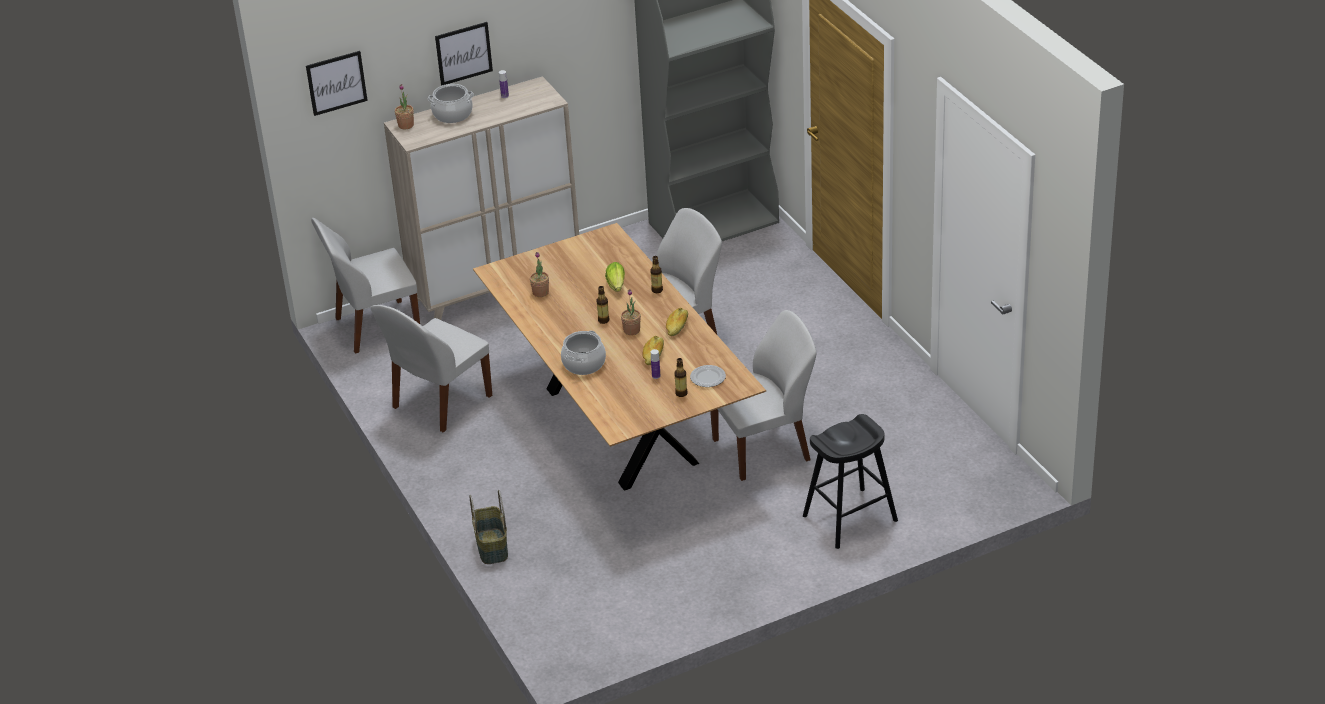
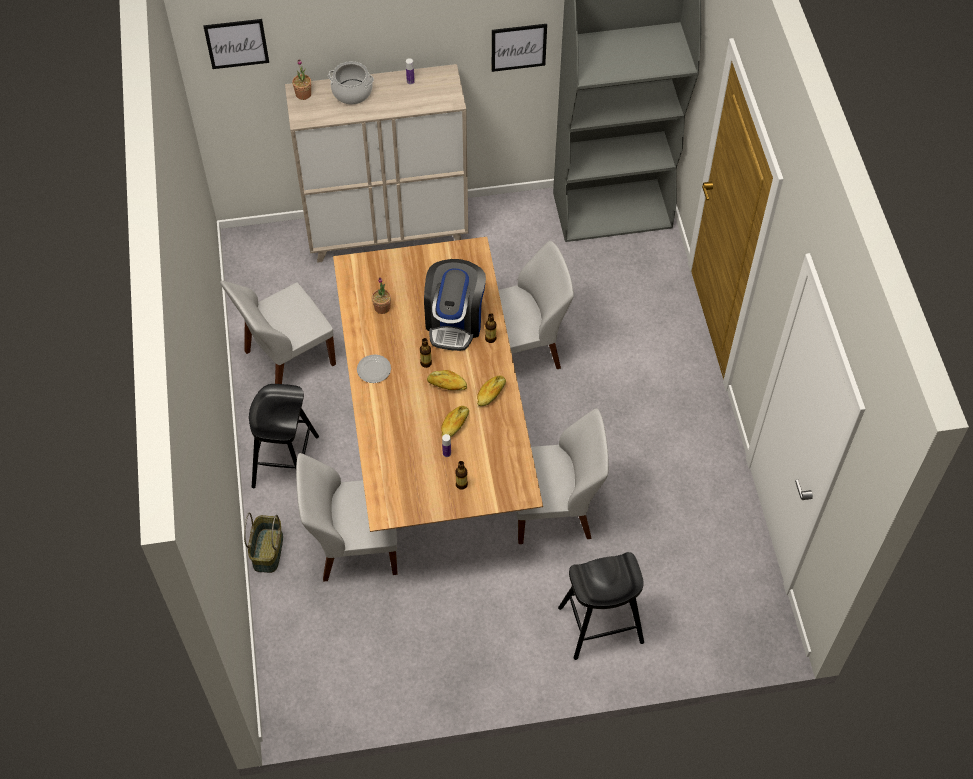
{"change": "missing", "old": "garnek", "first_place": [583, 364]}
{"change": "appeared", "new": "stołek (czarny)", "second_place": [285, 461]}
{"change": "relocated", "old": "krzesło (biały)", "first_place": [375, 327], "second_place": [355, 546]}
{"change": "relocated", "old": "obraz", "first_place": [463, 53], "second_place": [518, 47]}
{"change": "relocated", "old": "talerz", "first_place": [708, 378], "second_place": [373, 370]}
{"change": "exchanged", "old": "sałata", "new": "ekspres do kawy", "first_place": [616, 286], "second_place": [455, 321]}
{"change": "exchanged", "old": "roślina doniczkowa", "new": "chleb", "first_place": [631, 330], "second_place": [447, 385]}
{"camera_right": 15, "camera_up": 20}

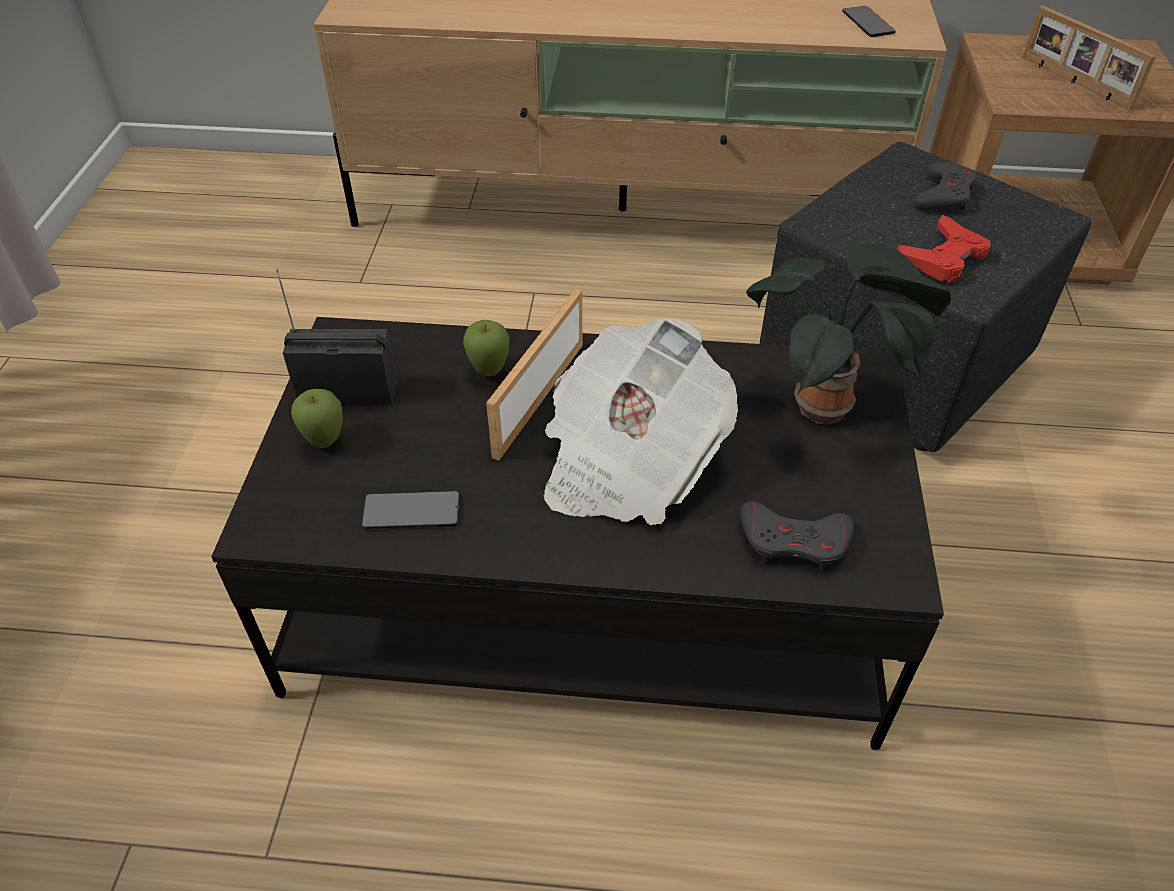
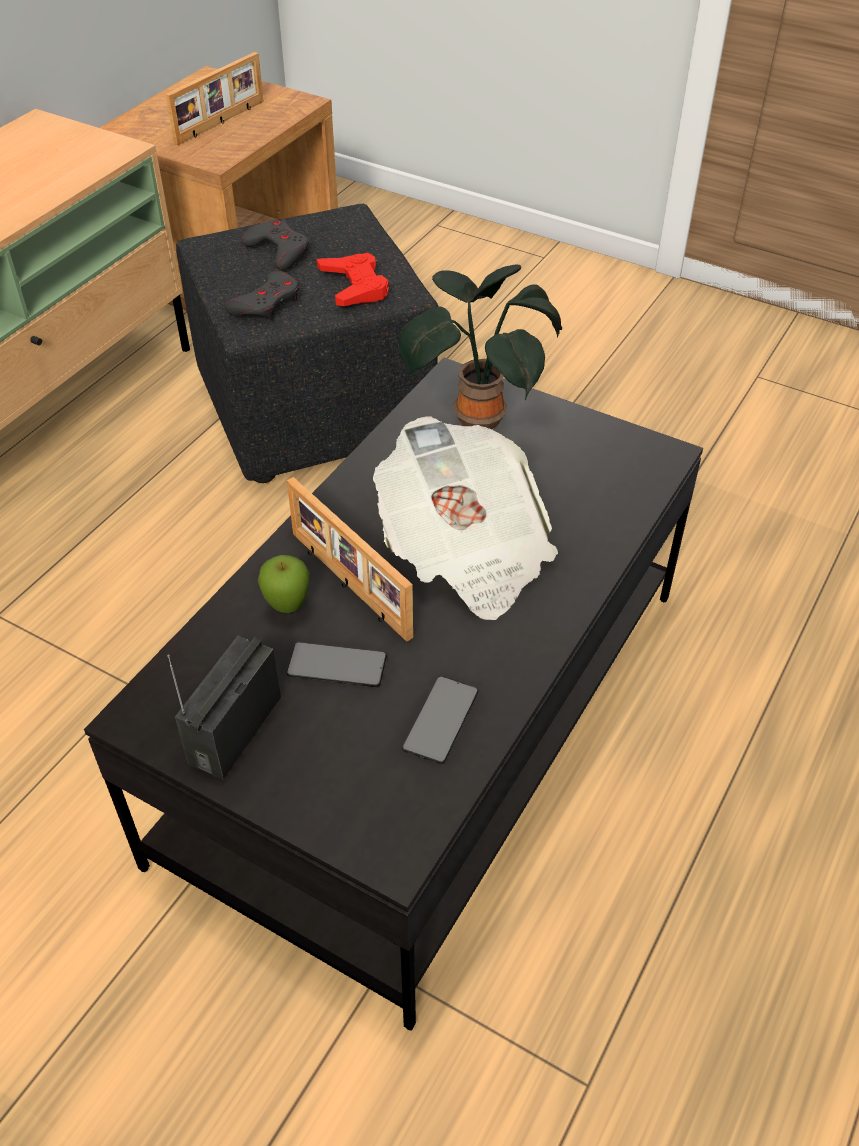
{"change": "missing", "old": "jabłko", "first_place": [325, 442]}
{"change": "relocated", "old": "pad do gier (szary)", "first_place": [794, 541], "second_place": [266, 303]}
{"change": "relocated", "old": "telefon", "first_place": [867, 23], "second_place": [337, 666]}
{"change": "spun", "old": "ramka na zdjęcie", "first_place": [1074, 82], "second_place": [221, 122], "degrees": -45}
{"camera_right": -65, "camera_up": 0}

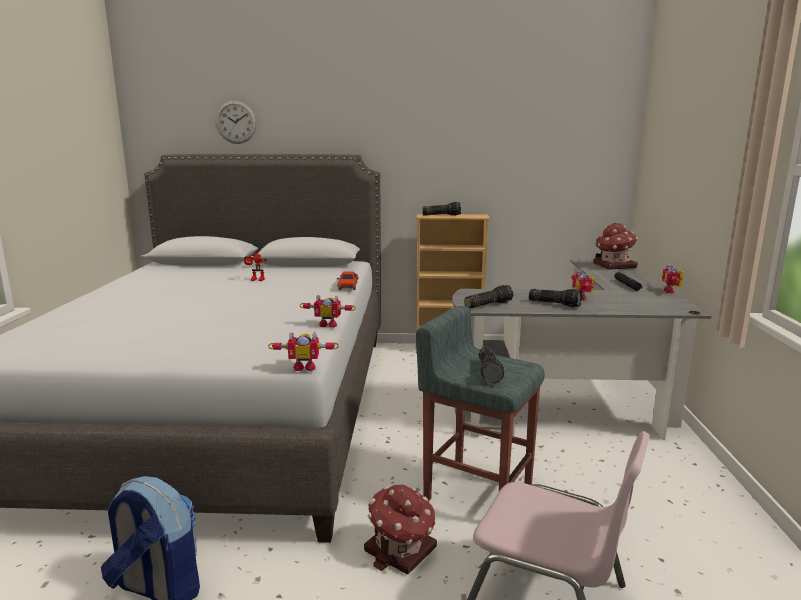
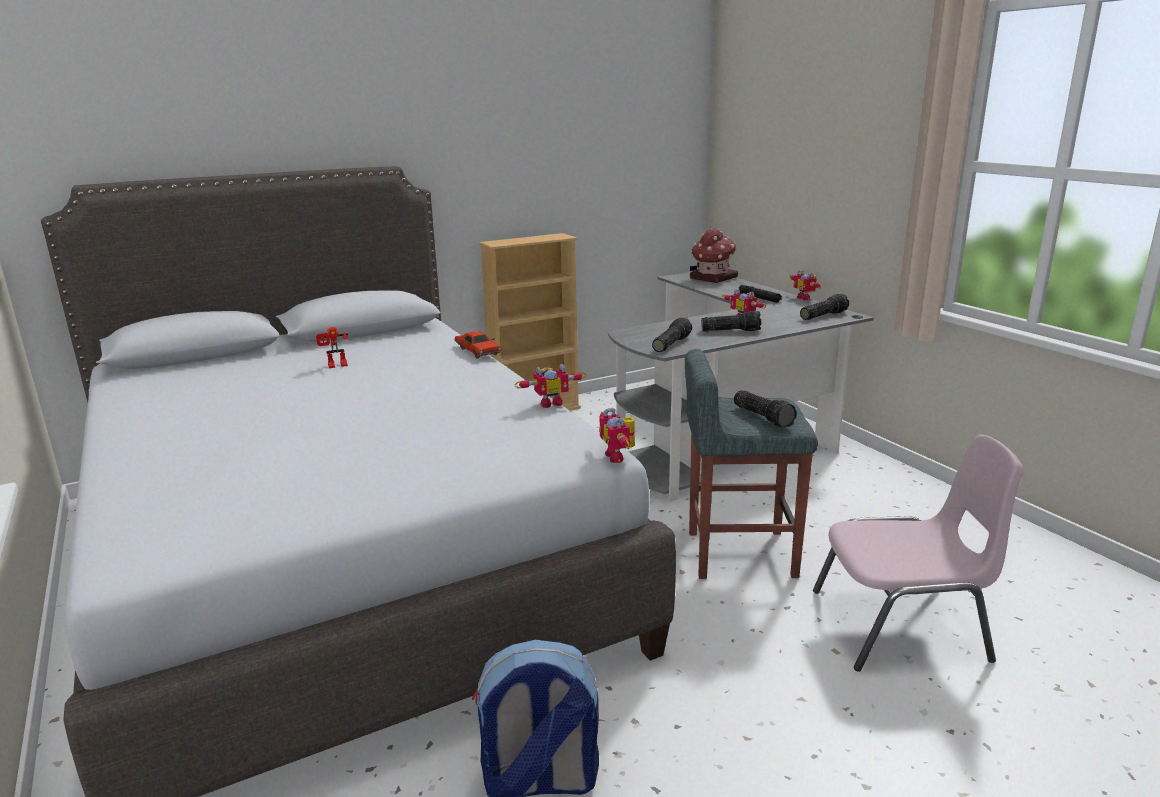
{"change": "missing", "old": "zegar ścienny", "first_place": [236, 122]}
{"change": "missing", "old": "domek", "first_place": [401, 550]}
{"change": "relocated", "old": "latarka", "first_place": [441, 215], "second_place": [822, 315]}
{"change": "spun", "old": "robot zabawkowy", "first_place": [305, 367], "second_place": [619, 456], "degrees": 105}
{"camera_right": -30, "camera_up": 5}

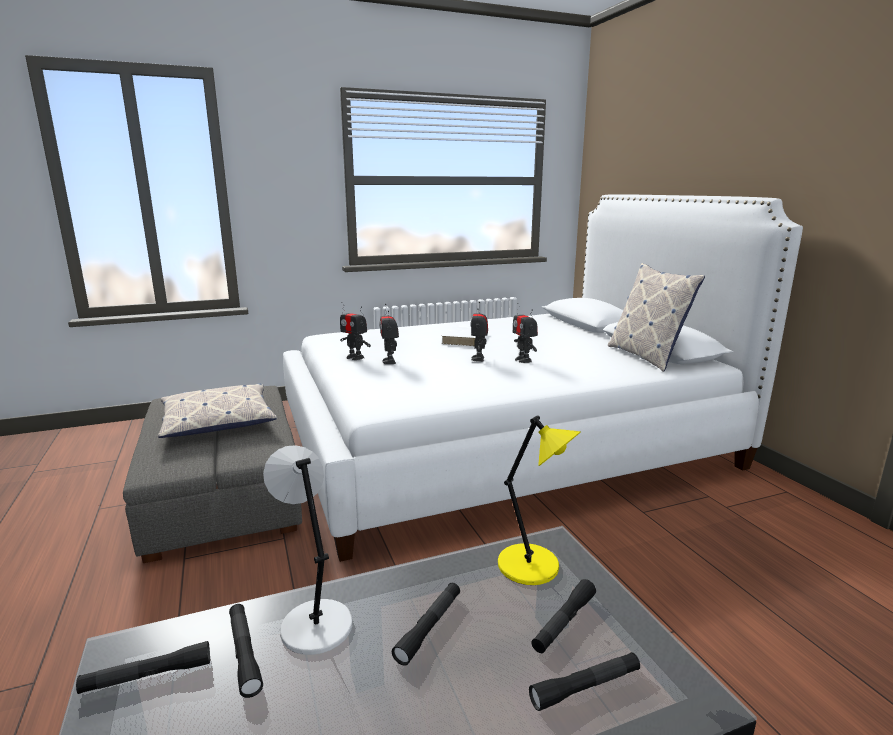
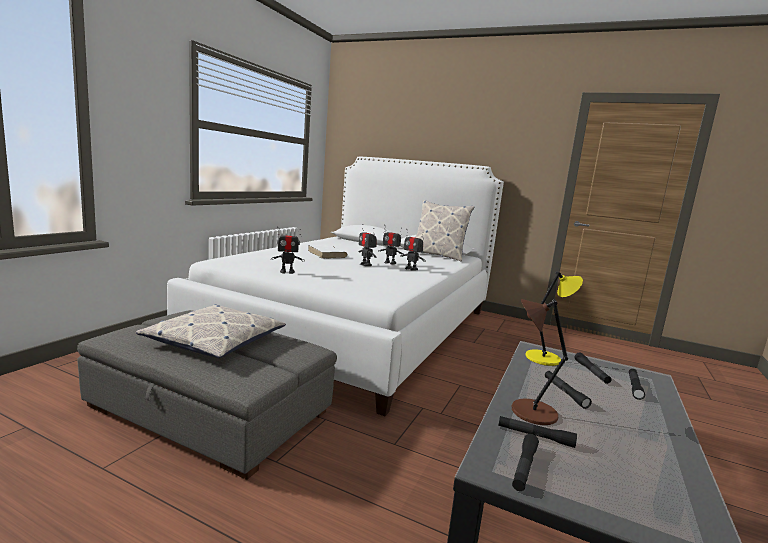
{"change": "relocated", "old": "robot zabawkowy", "first_place": [389, 361], "second_place": [411, 269]}
{"change": "colour", "old": "lampa stołowa (szary)", "new": "lampa stołowa (brązowy)", "first_place": [314, 624], "second_place": [531, 412]}
{"camera_right": -45, "camera_up": -5}

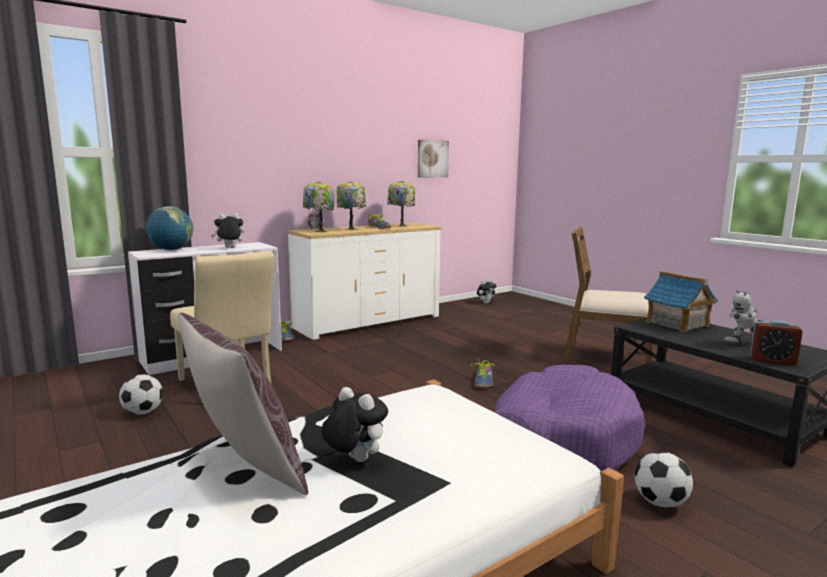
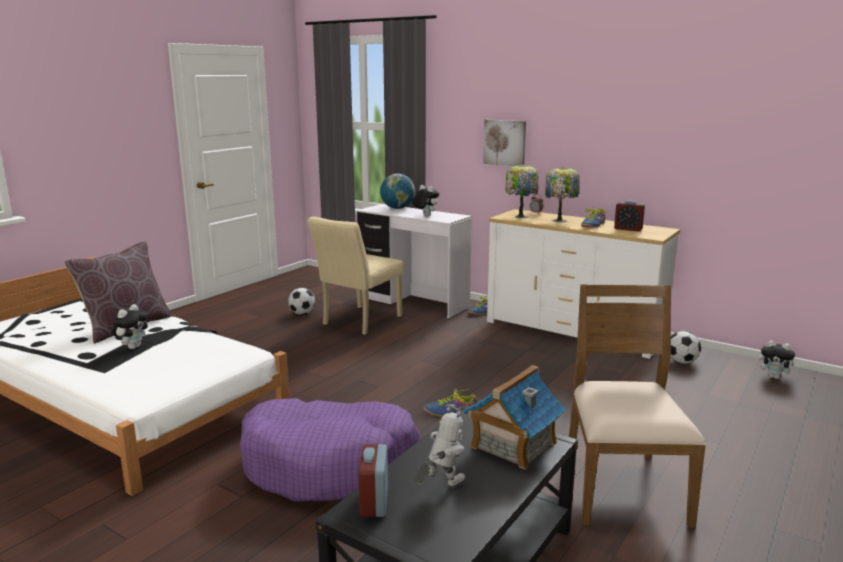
{"change": "relocated", "old": "obraz", "first_place": [432, 159], "second_place": [505, 142]}
{"change": "relocated", "old": "piłka futbolowa", "first_place": [660, 502], "second_place": [681, 362]}
{"change": "exchanged", "old": "lampa stołowa", "new": "budzik", "first_place": [401, 226], "second_place": [628, 229]}
{"change": "spun", "old": "robot zabawkowy", "first_place": [743, 344], "second_place": [441, 488], "degrees": 75}
{"camera_right": 70, "camera_up": 5}

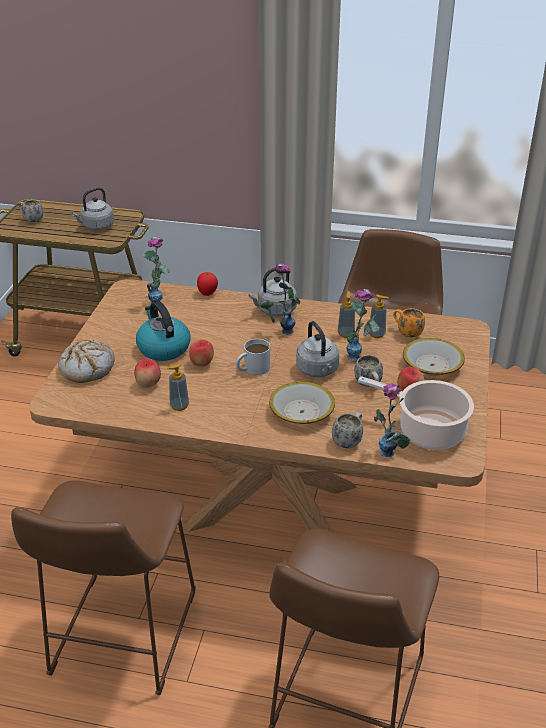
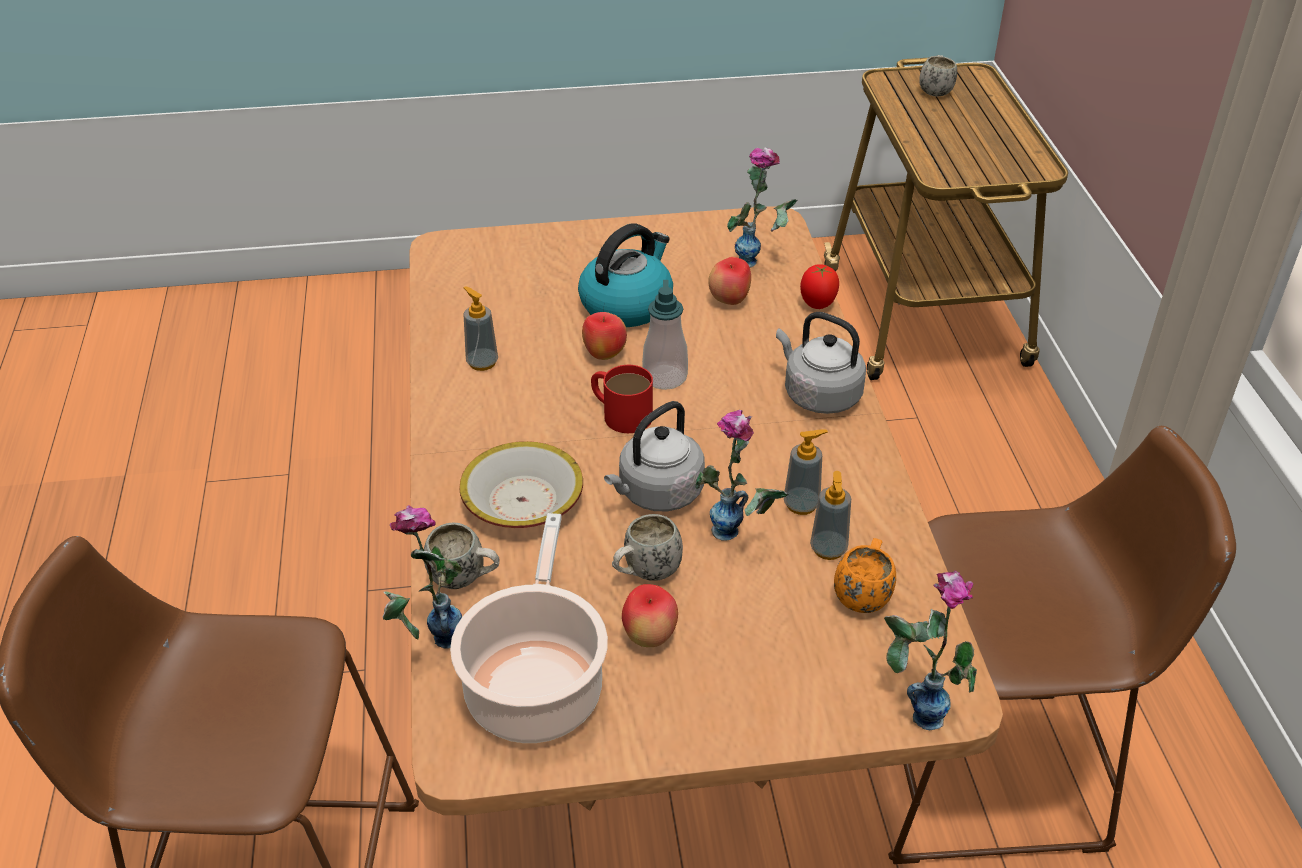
{"change": "missing", "old": "stołek (brązowy)", "first_place": [120, 639]}
{"change": "missing", "old": "chleb", "first_place": [87, 368]}
{"change": "missing", "old": "czajnik (szary)", "first_place": [96, 227]}
{"change": "missing", "old": "miska", "first_place": [432, 365]}
{"change": "appeared", "new": "dozownik mydła", "second_place": [665, 377]}
{"change": "relocated", "old": "jabłko", "first_place": [148, 385], "second_place": [729, 301]}
{"change": "relocated", "old": "wazon", "first_place": [279, 331], "second_place": [918, 702]}
{"change": "colour", "old": "kubek (biały)", "new": "kubek (czerwony)", "first_place": [252, 369], "second_place": [620, 413]}
{"camera_right": 70, "camera_up": 5}

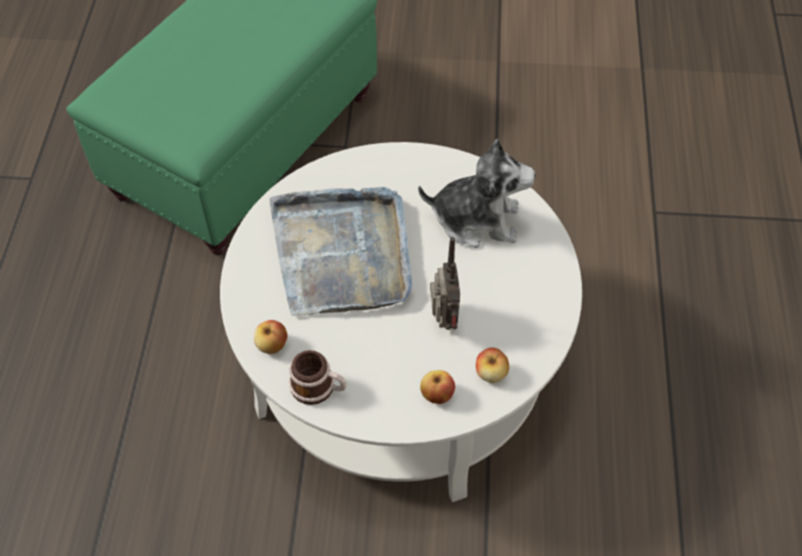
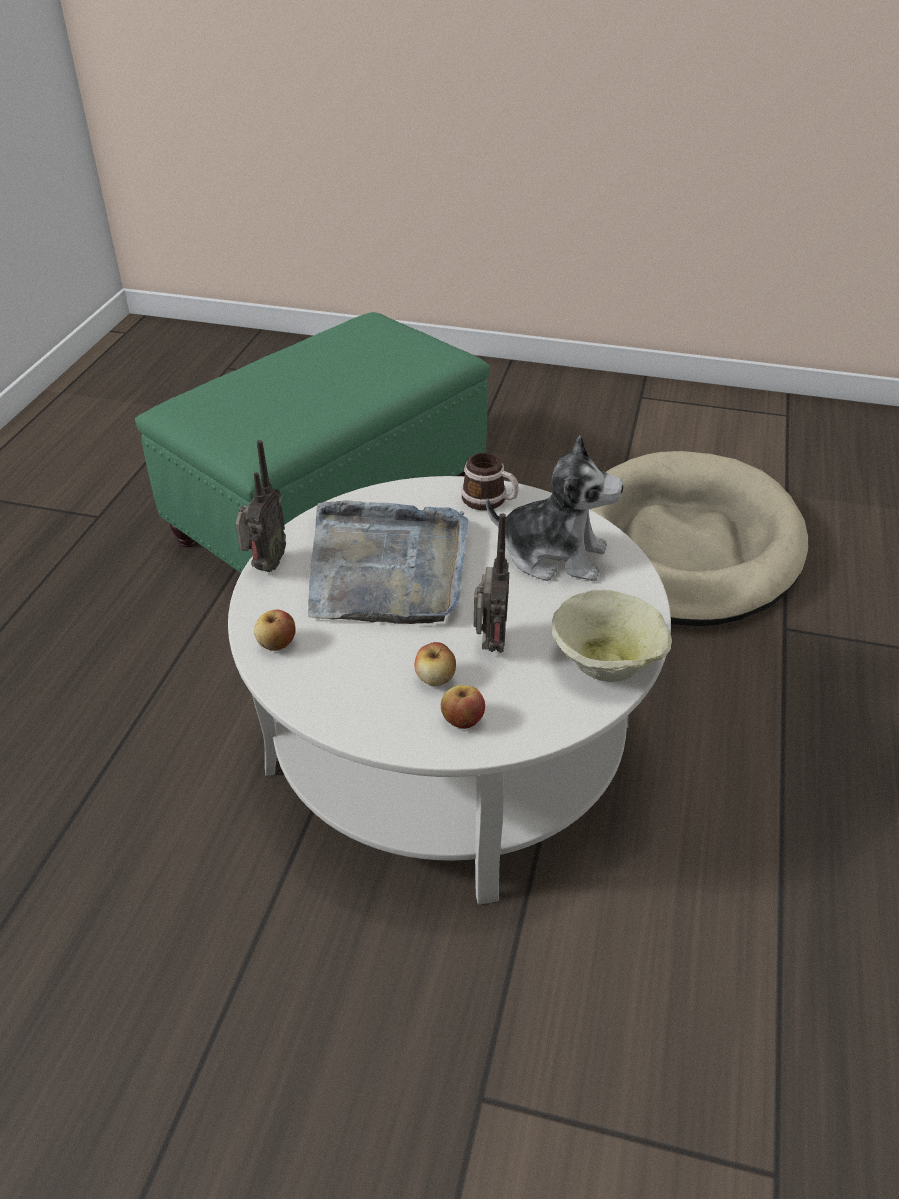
{"change": "appeared", "new": "radio", "second_place": [265, 566]}
{"change": "appeared", "new": "miska (beżowy)", "second_place": [608, 661]}
{"change": "appeared", "new": "legowisko (beżowy)", "second_place": [684, 546]}
{"change": "relocated", "old": "kubek", "first_place": [319, 388], "second_place": [490, 500]}
{"change": "relocated", "old": "jabłko", "first_place": [491, 373], "second_place": [435, 678]}
{"camera_right": 10, "camera_up": -15}

